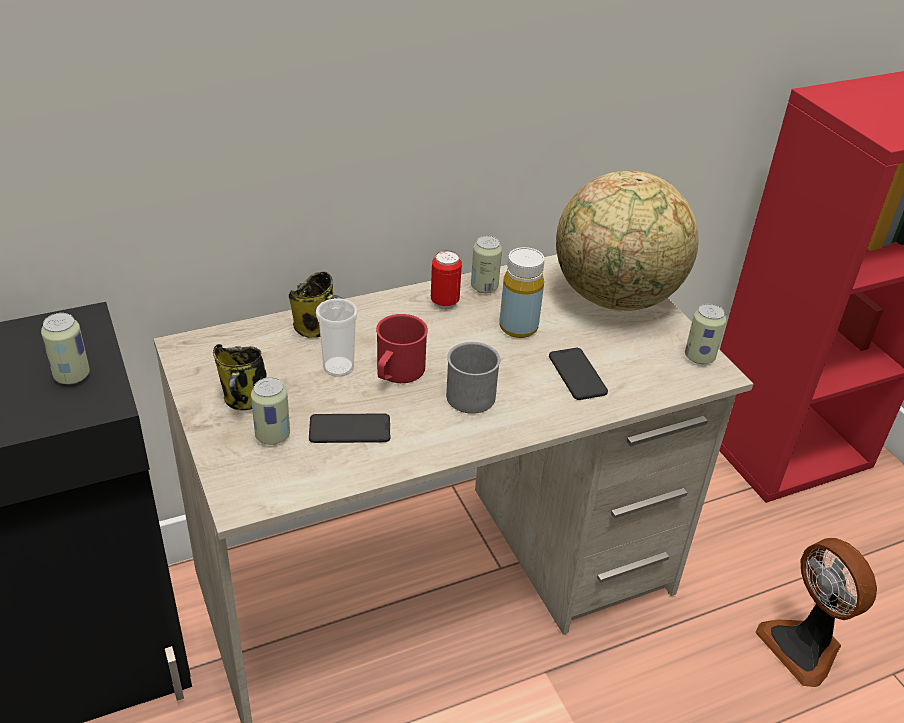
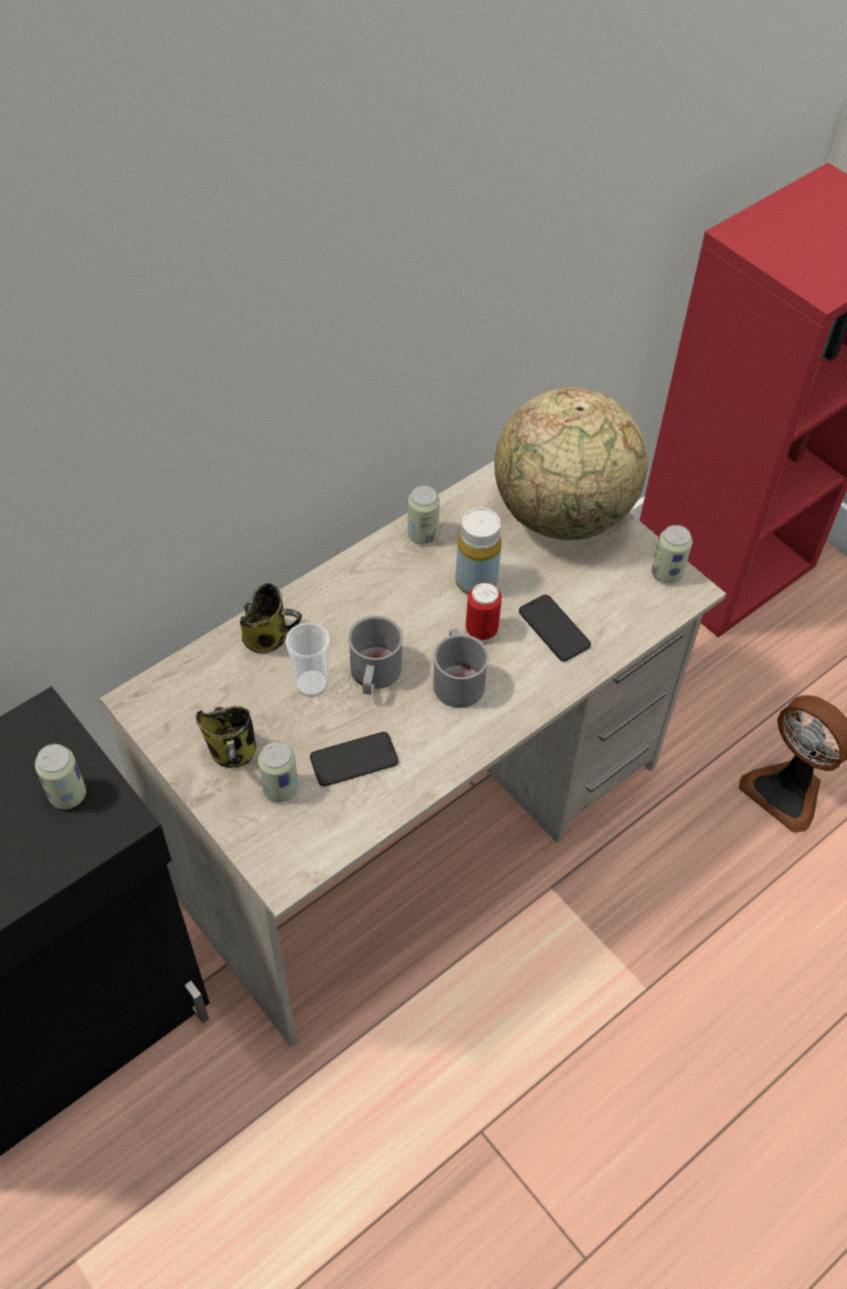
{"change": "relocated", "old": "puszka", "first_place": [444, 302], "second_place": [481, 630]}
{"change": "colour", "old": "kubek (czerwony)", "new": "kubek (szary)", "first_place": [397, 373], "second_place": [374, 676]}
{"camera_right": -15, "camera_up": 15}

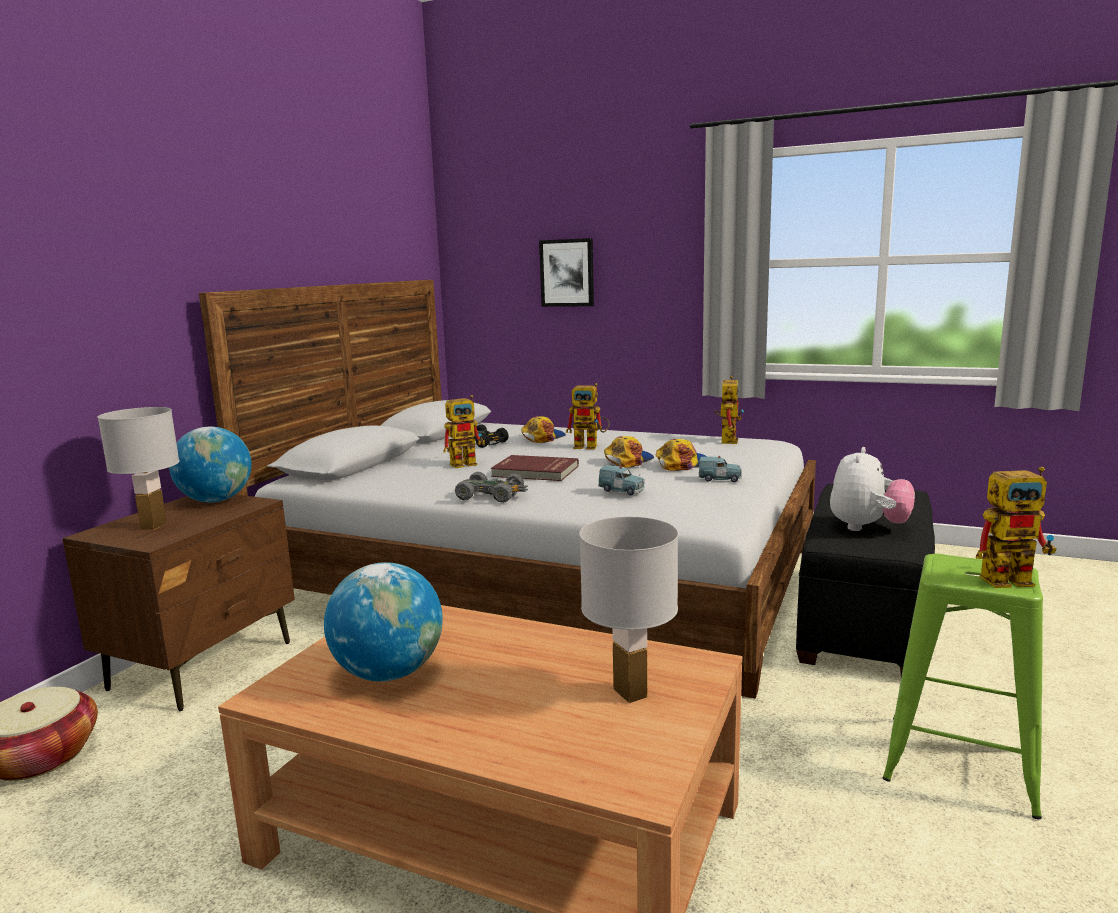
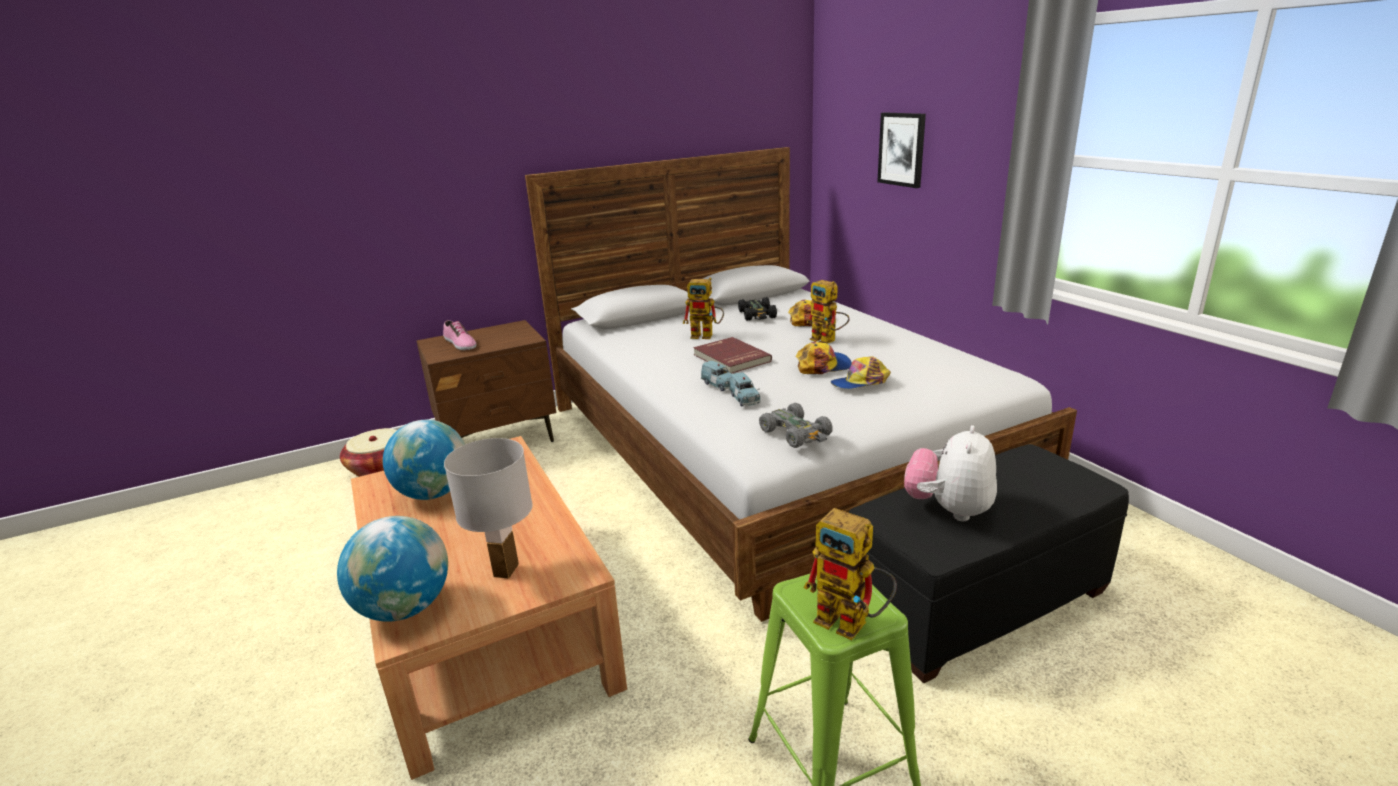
{"change": "missing", "old": "robot zabawkowy", "first_place": [727, 440]}
{"change": "relocated", "old": "globus", "first_place": [216, 500], "second_place": [405, 608]}
{"change": "relocated", "old": "samochodzik (szary)", "first_place": [491, 495], "second_place": [796, 433]}
{"change": "relocated", "old": "samochodzik (niebieski)", "first_place": [720, 479], "second_place": [719, 385]}
{"change": "exchanged", "old": "lampa stołowa (biały)", "new": "but", "first_place": [153, 526], "second_place": [459, 344]}
{"change": "spun", "old": "czapka z daszkiem", "first_place": [683, 464], "second_place": [860, 383], "degrees": 150}
{"change": "spun", "old": "pluszak", "first_place": [868, 528], "second_place": [948, 510], "degrees": 135}
{"camera_right": 40, "camera_up": 10}

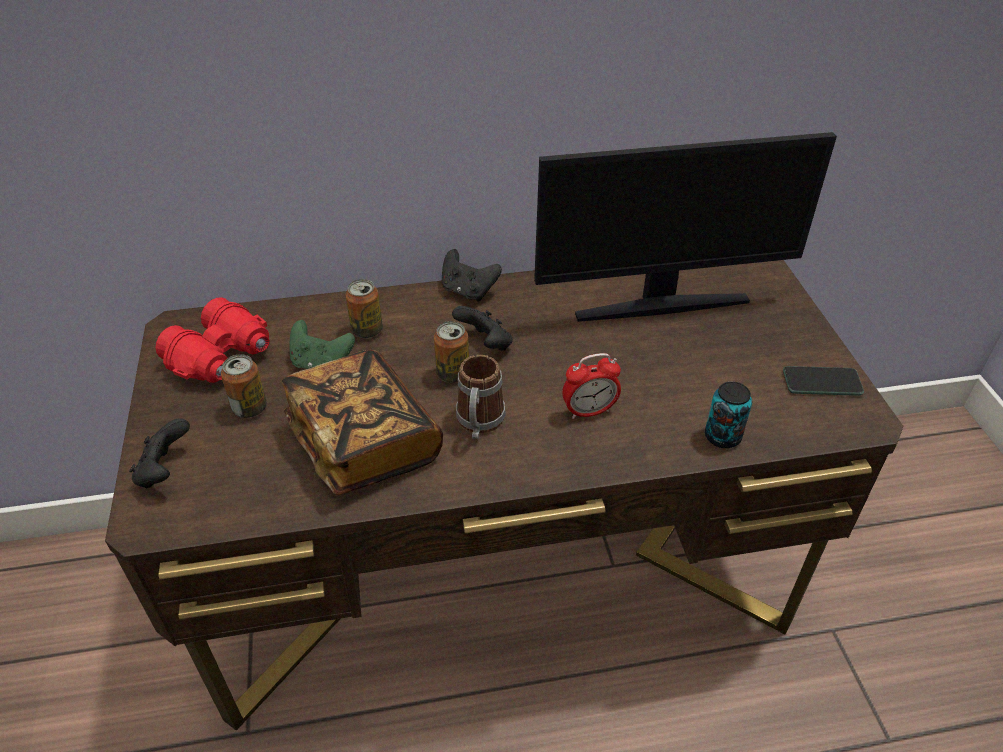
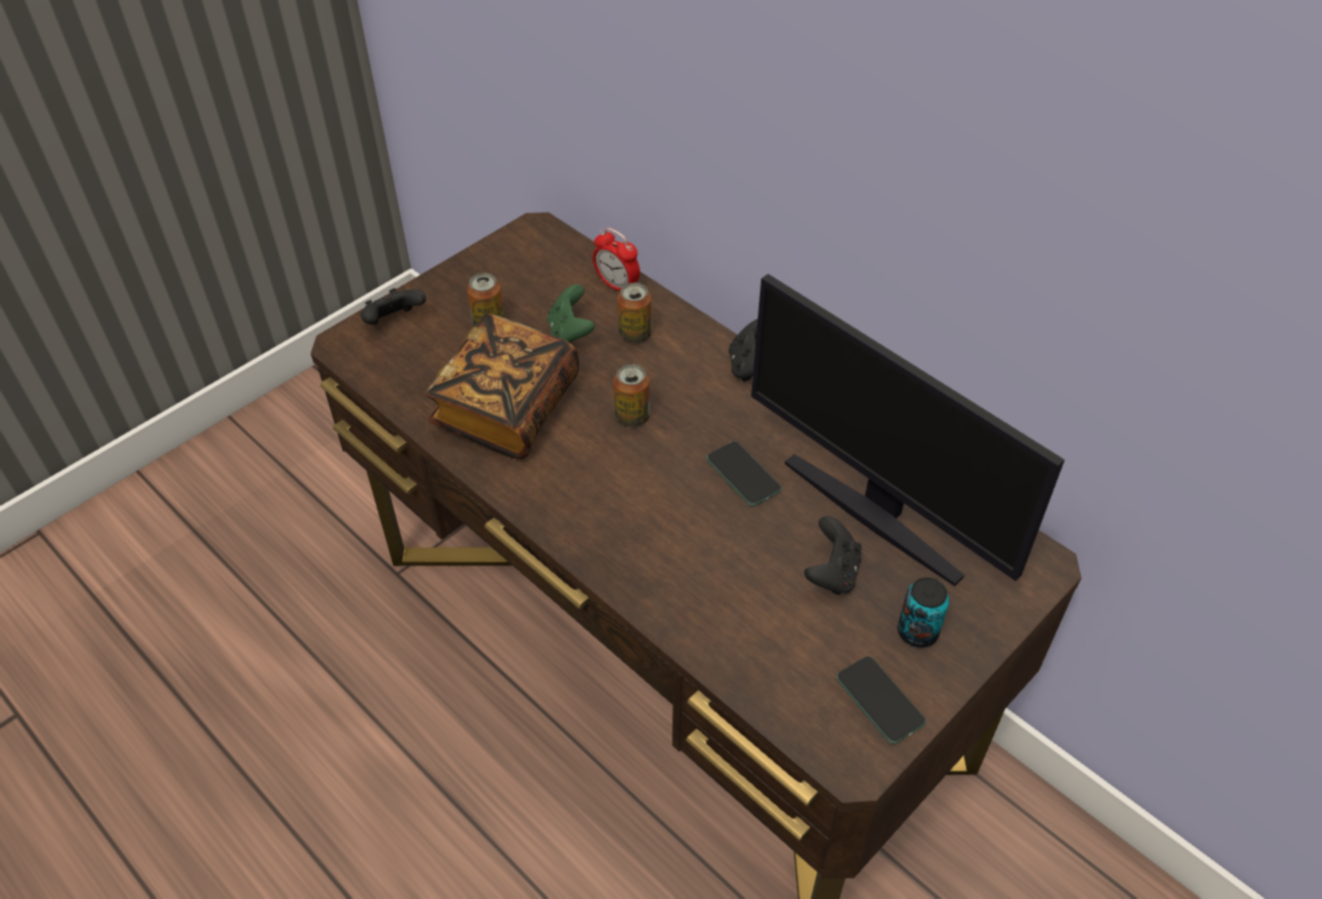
{"change": "missing", "old": "lornetka (czerwony)", "first_place": [222, 357]}
{"change": "missing", "old": "kubek", "first_place": [479, 424]}
{"change": "appeared", "new": "telefon", "second_place": [743, 474]}
{"change": "relocated", "old": "pad do gier (czarny)", "first_place": [485, 344], "second_place": [832, 573]}
{"change": "relocated", "old": "budzik", "first_place": [589, 411], "second_place": [617, 285]}
{"change": "relocated", "old": "puszka", "first_place": [722, 436], "second_place": [917, 632]}
{"camera_right": 55, "camera_up": 5}

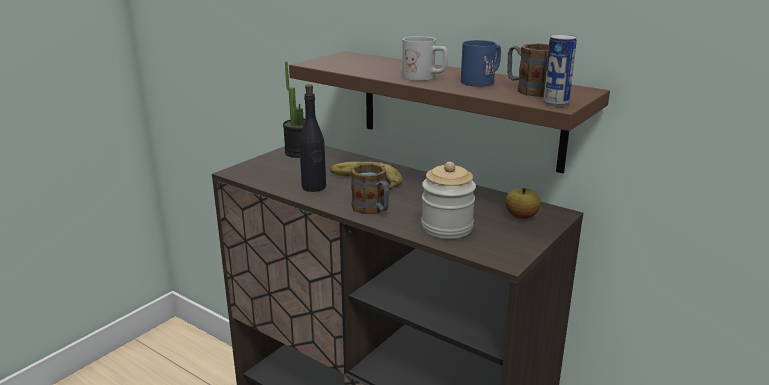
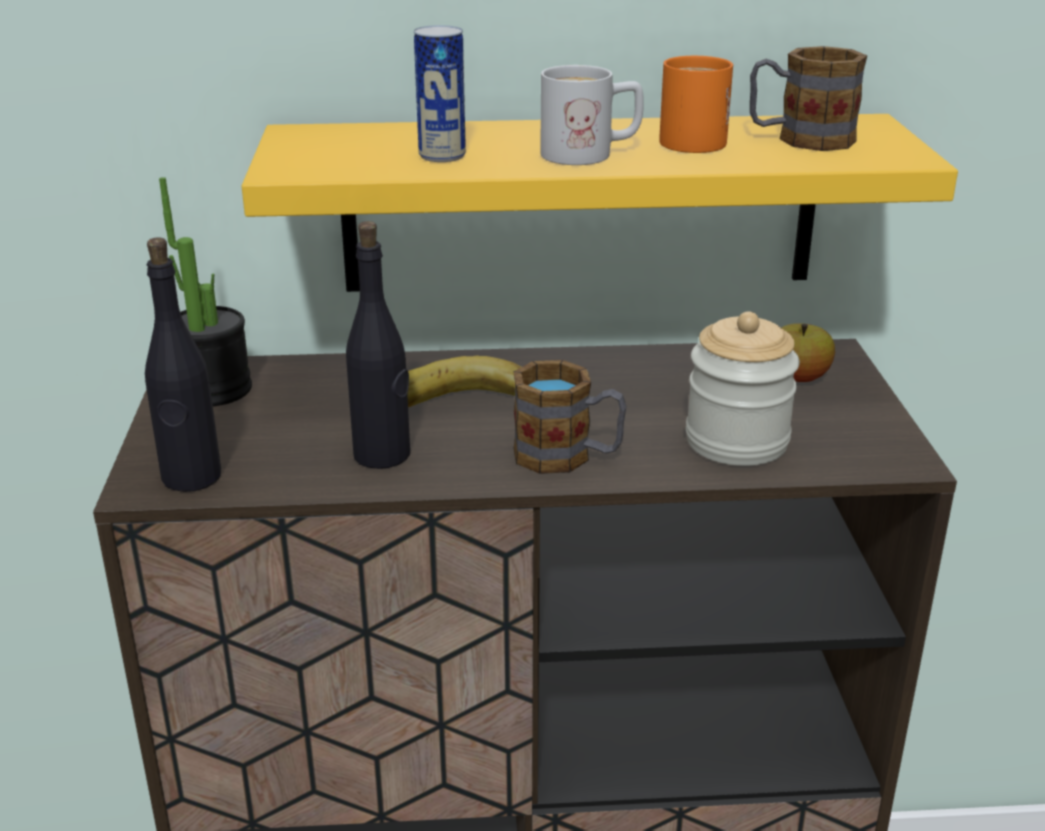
{"change": "appeared", "new": "butelka (czarny)", "second_place": [191, 478]}
{"change": "relocated", "old": "puszka", "first_place": [555, 103], "second_place": [442, 156]}
{"change": "colour", "old": "półka (brązowy)", "new": "półka (żółty)", "first_place": [458, 109], "second_place": [580, 203]}
{"change": "colour", "old": "kubek (niebieski)", "new": "kubek (pomarańczowy)", "first_place": [482, 81], "second_place": [693, 139]}
{"camera_right": -40, "camera_up": 5}

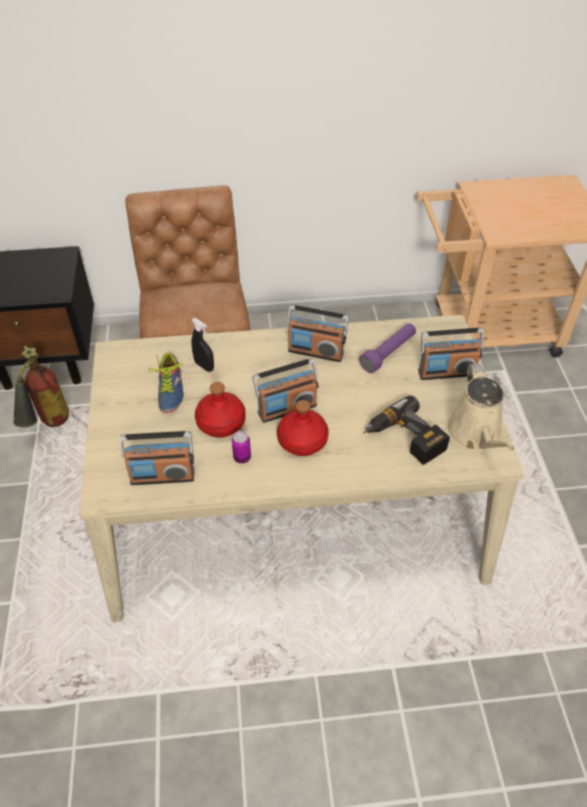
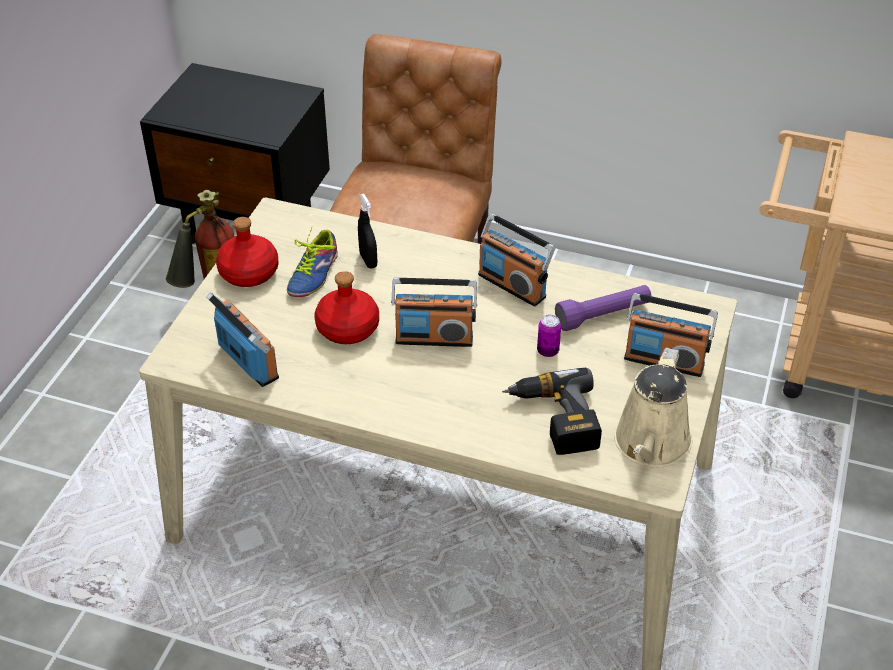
{"change": "relocated", "old": "puszka", "first_place": [242, 457], "second_place": [548, 351]}
{"change": "relocated", "old": "butelka (czerwony)", "first_place": [301, 440], "second_place": [248, 272]}
{"change": "spun", "old": "radio", "first_place": [162, 475], "second_place": [248, 362], "degrees": -150}
{"camera_right": 25, "camera_up": -5}

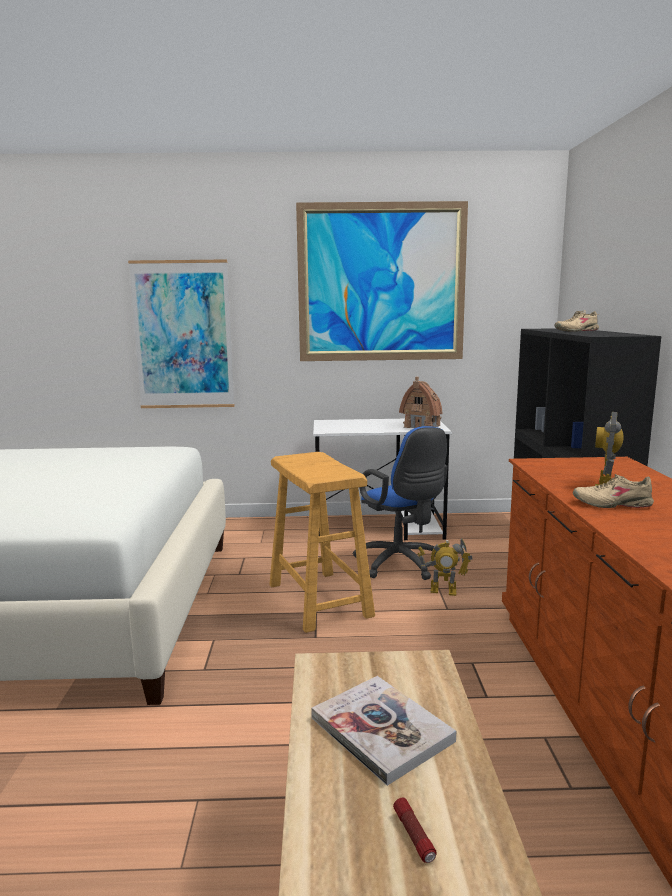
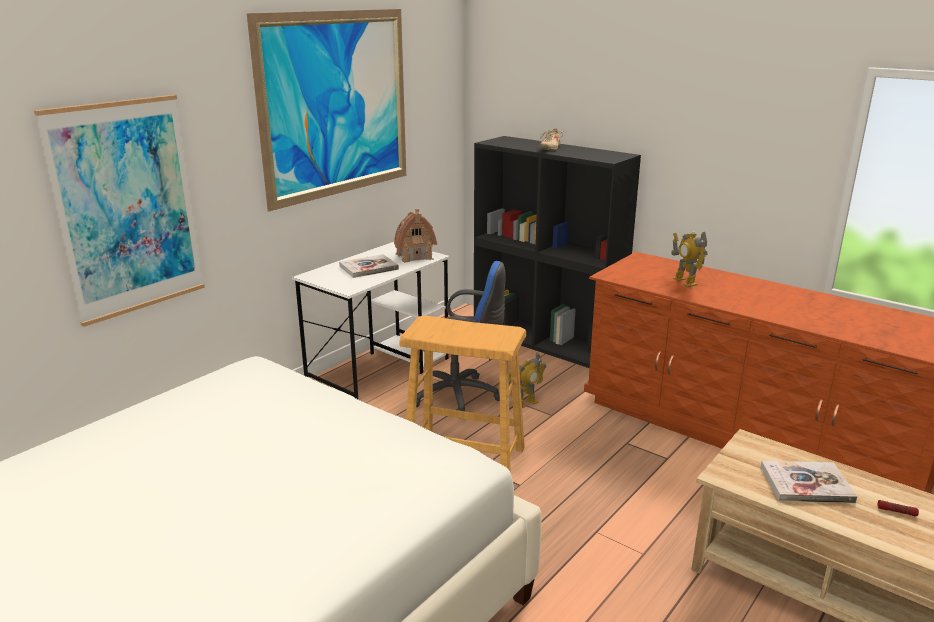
{"change": "missing", "old": "but (beżowy)", "first_place": [612, 504]}
{"change": "appeared", "new": "książka", "second_place": [369, 268]}
{"camera_right": -50, "camera_up": 10}

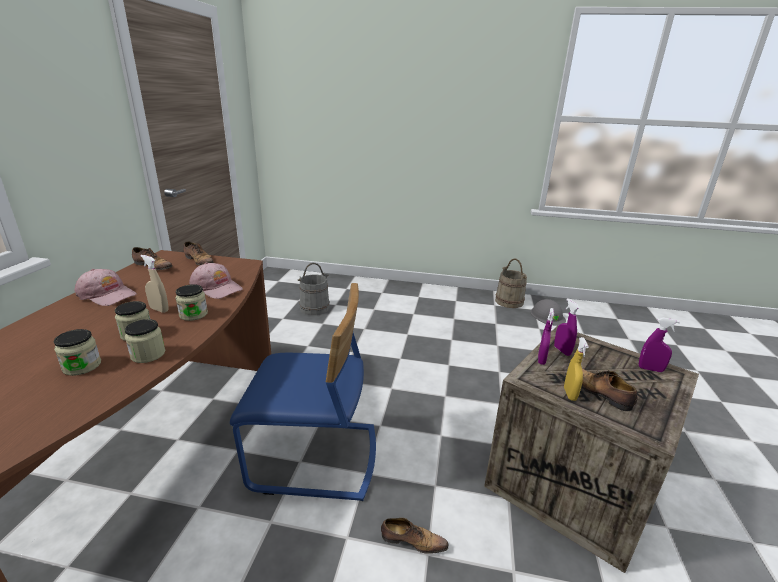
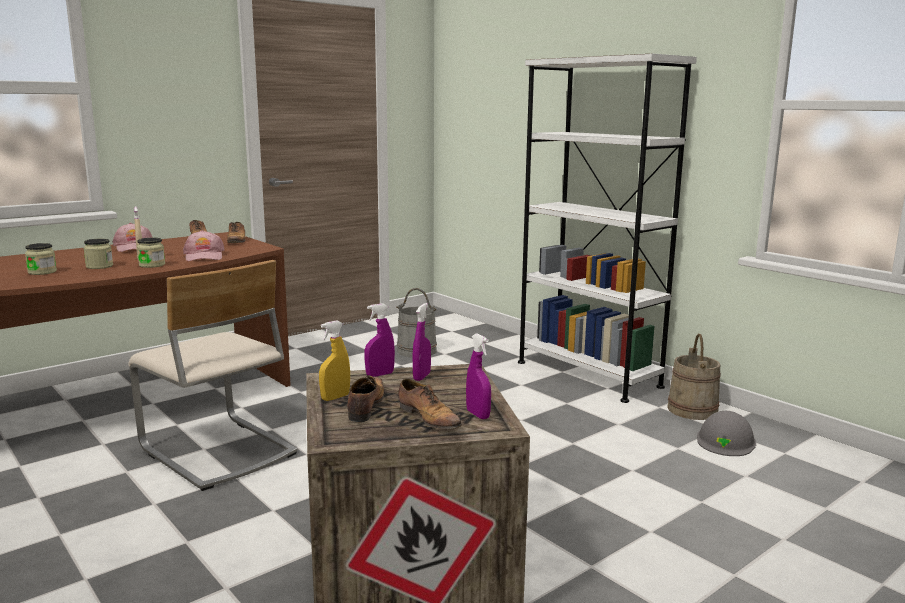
{"change": "missing", "old": "słoik", "first_place": [148, 354]}
{"change": "appeared", "new": "regał (biały)", "second_place": [588, 374]}
{"change": "relocated", "old": "but", "first_place": [412, 541], "second_place": [429, 418]}
{"change": "colour", "old": "krzesło (niebieski)", "new": "krzesło (beżowy)", "first_place": [315, 458], "second_place": [217, 452]}
{"camera_right": 40, "camera_up": -10}

